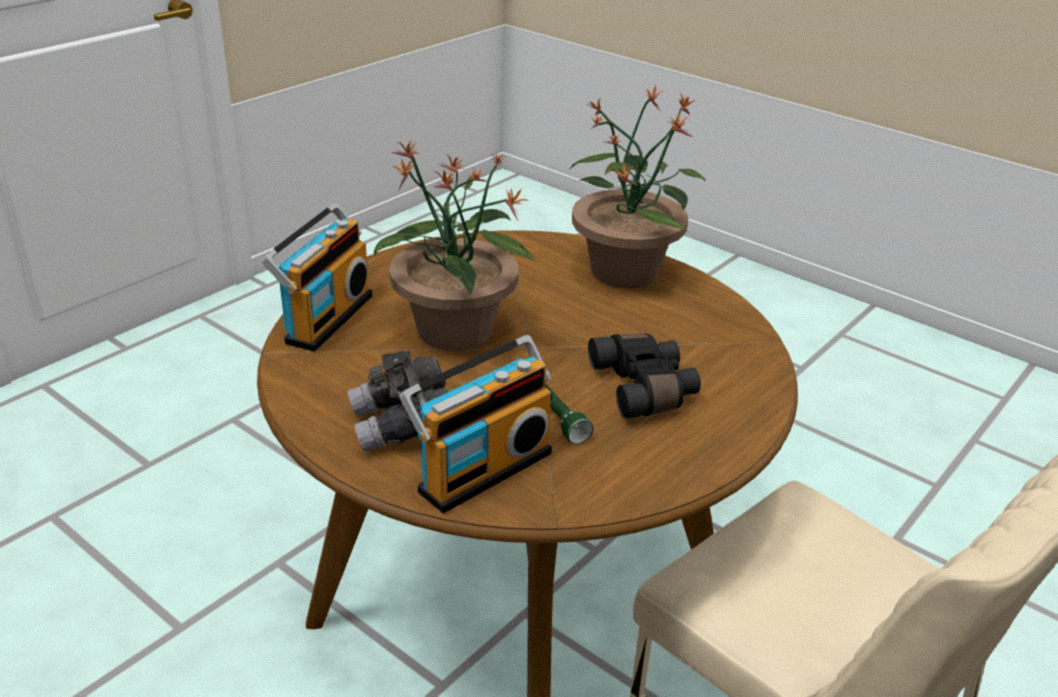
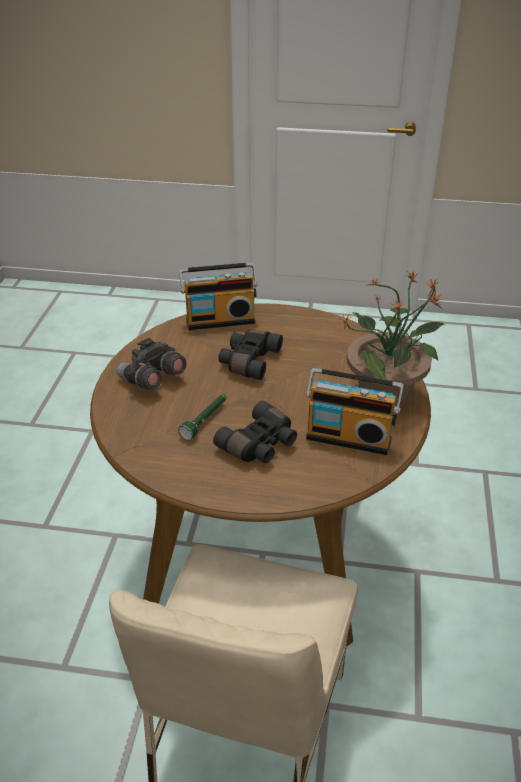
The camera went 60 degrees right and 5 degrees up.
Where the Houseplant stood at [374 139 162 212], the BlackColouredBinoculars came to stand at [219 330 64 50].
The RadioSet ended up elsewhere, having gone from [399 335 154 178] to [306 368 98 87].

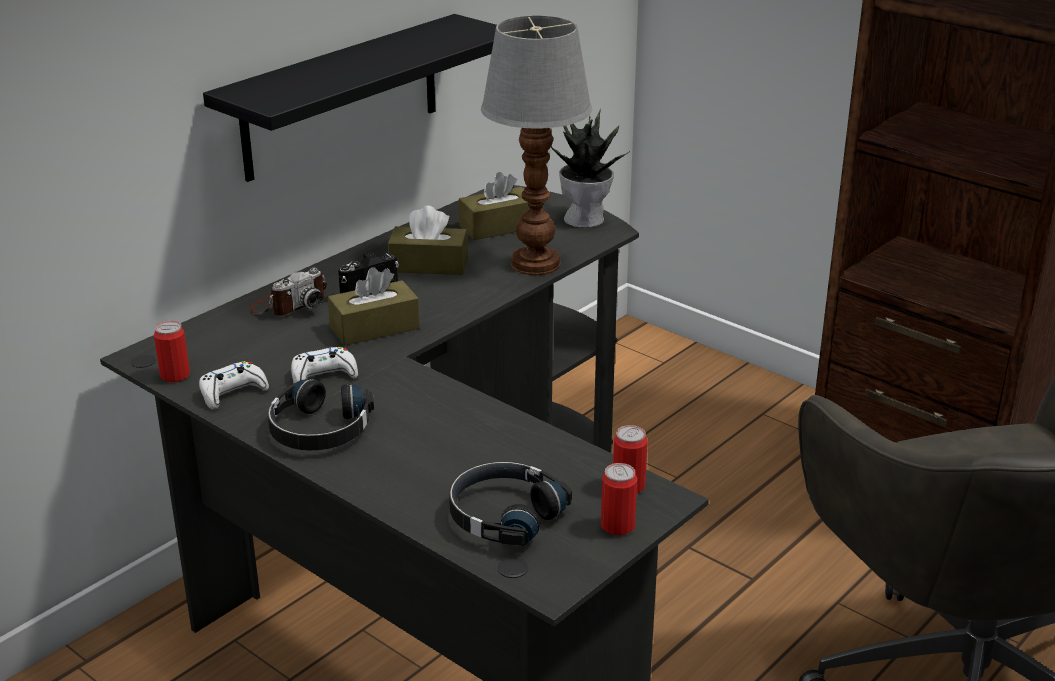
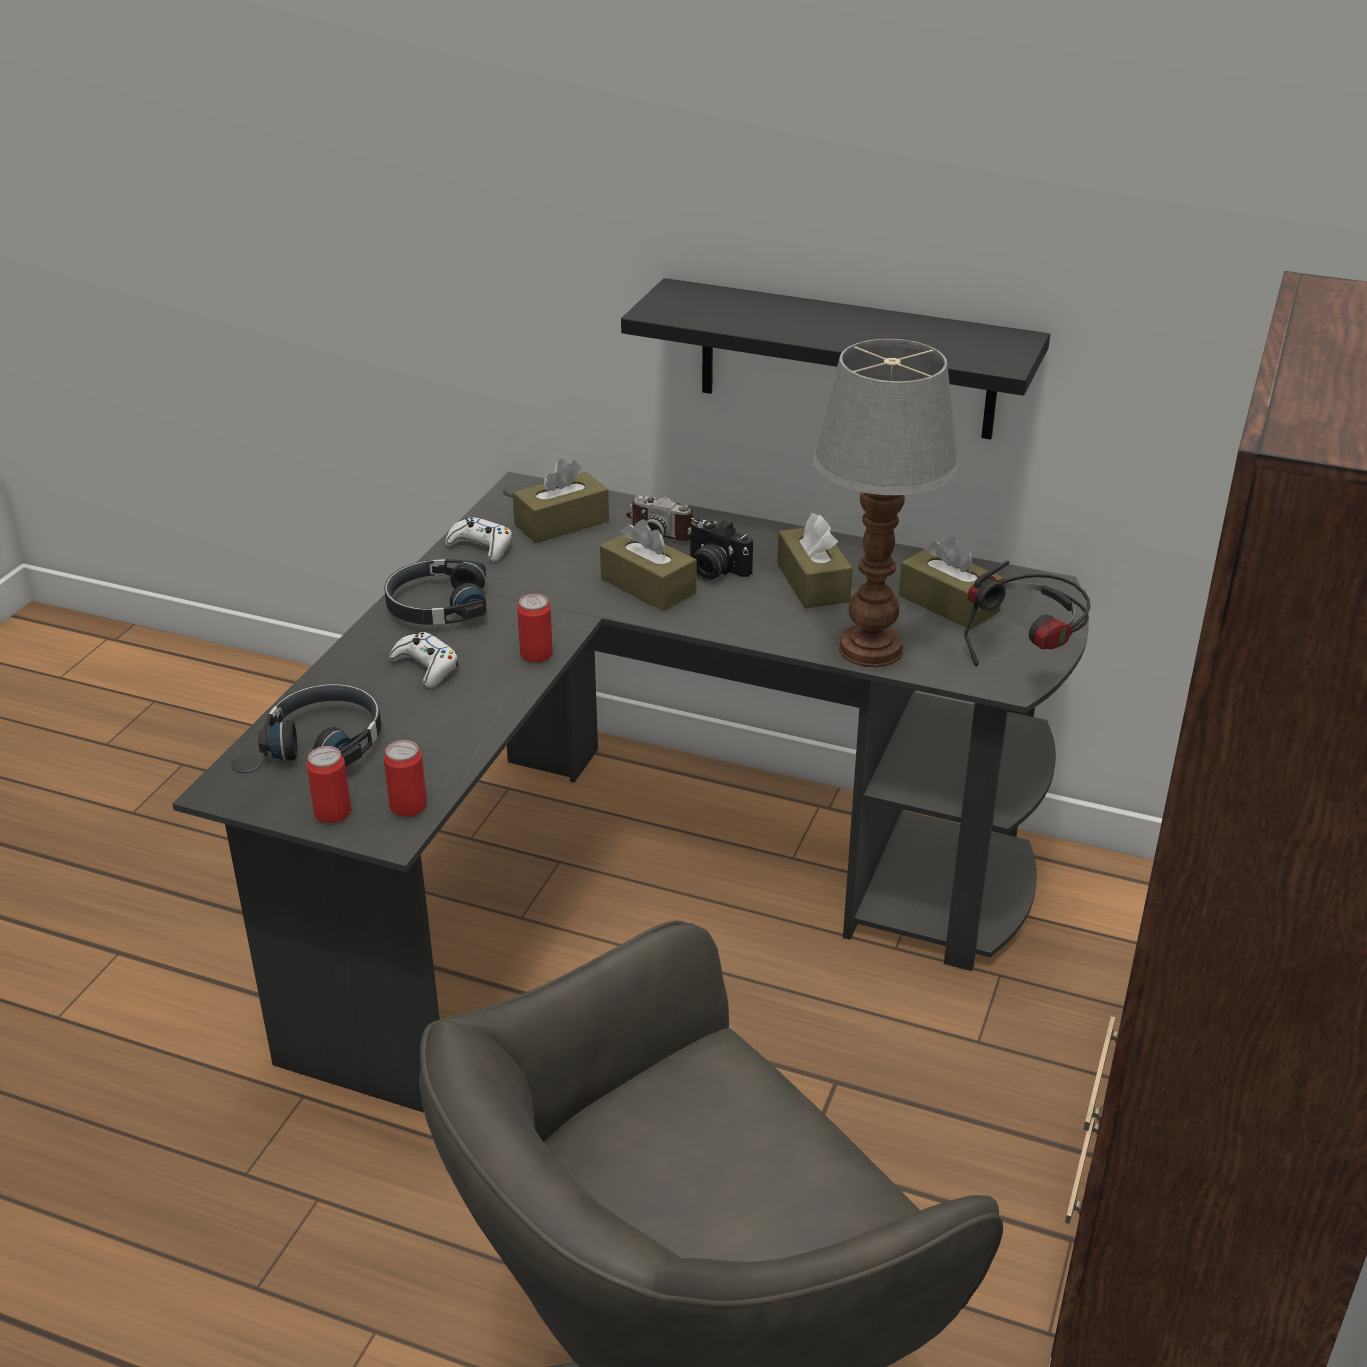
The camera went 70 degrees right and 5 degrees up.
The WhitishGameController ended up elsewhere, having gone from [291 347 67 36] to [389 632 69 56].
The second view gained the BrownBoxOfTissues at [513 459 96 84].
The SealedCan ended up elsewhere, having gone from [154 321 36 61] to [517 594 36 68].
Where the Houseplant stood at [551 107 80 121], the Headset came to stand at [964 561 127 105].

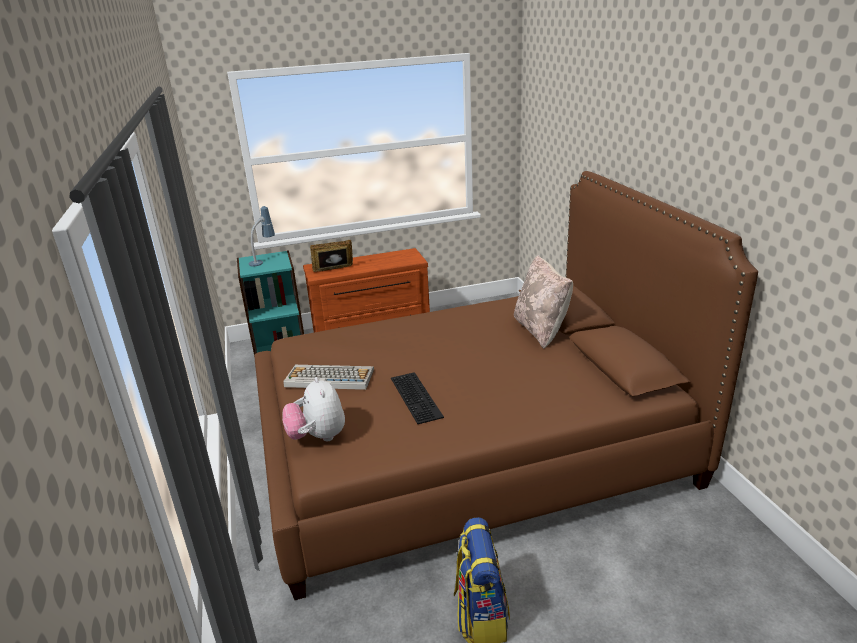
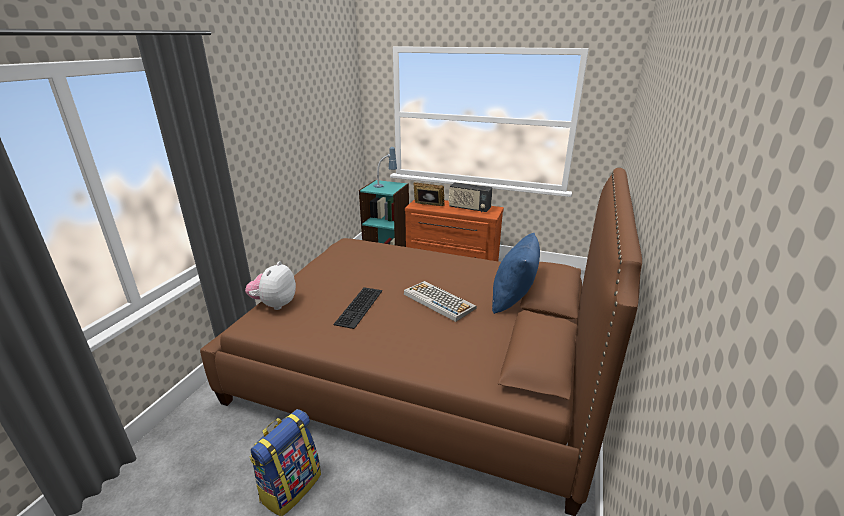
The camera went 35 degrees right and 0 degrees up.
The ComputerKeyboard ended up elsewhere, having gone from [283 365 91 25] to [404 281 73 41].
The second view gained the RadioSet at [449 182 44 30].
What was the SandColouredCushion at [514 255 59 94] turned into the BluishCushion at [492 233 48 81].

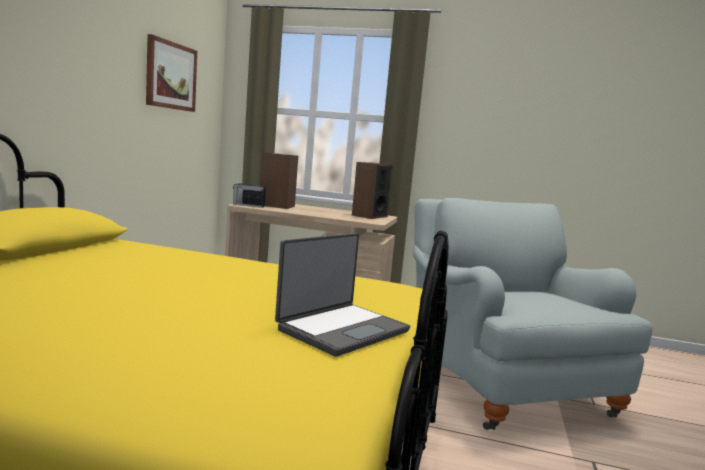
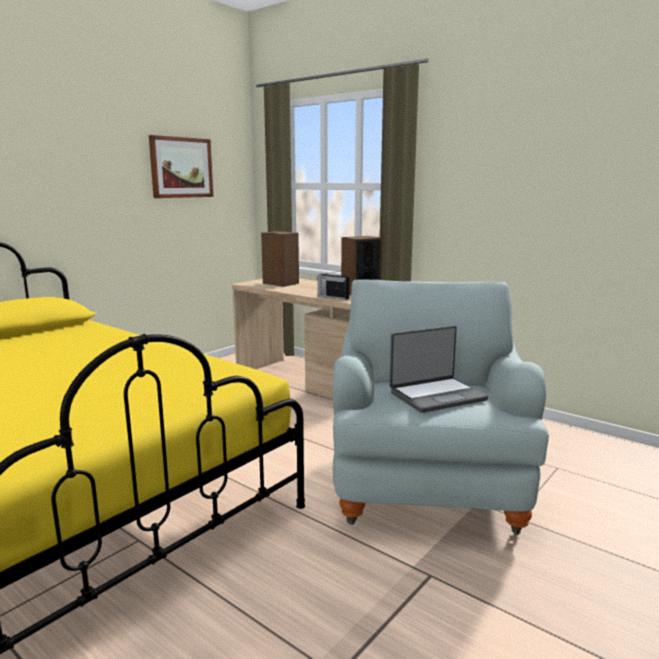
The camera went 25 degrees right and 5 degrees up.
The RadioSet ended up elsewhere, having gone from [233 180 33 28] to [317 270 32 30].
The PortableComputer ended up elsewhere, having gone from [275 233 135 124] to [389 326 99 87].

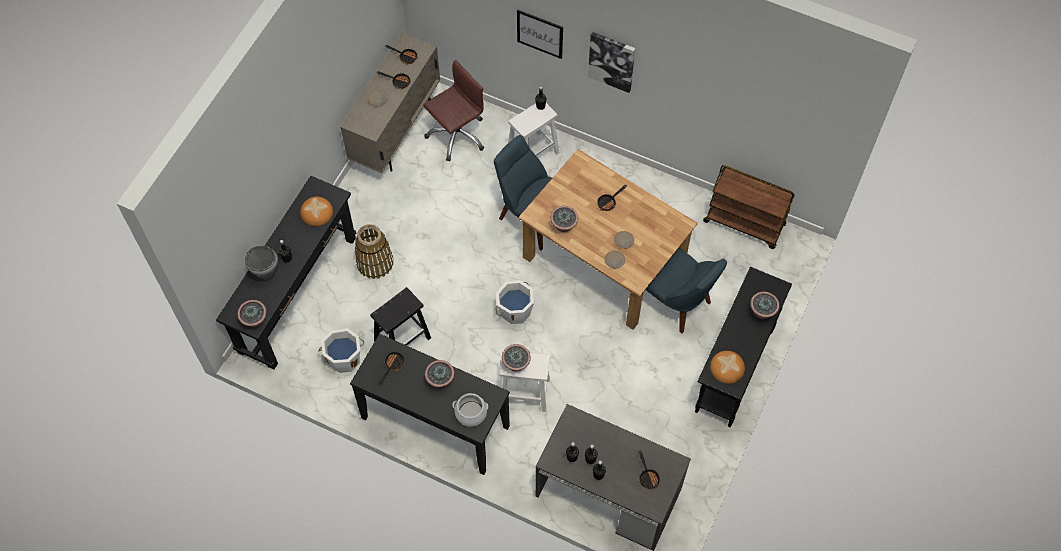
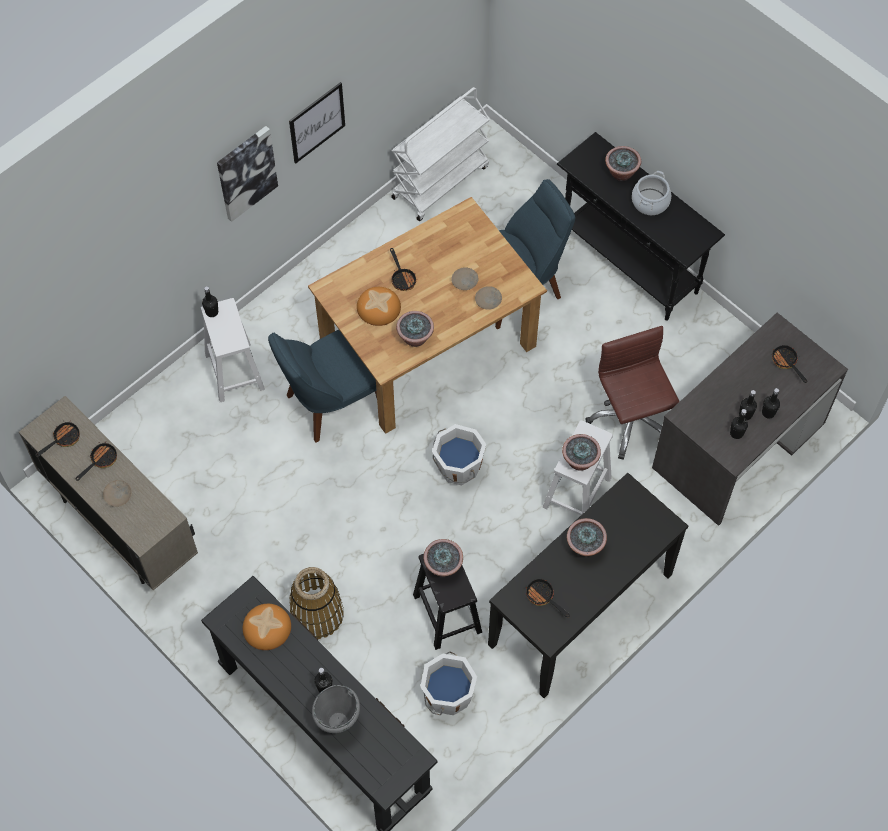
The camera went 70 degrees left and 0 degrees up.
The Picture ended up elsewhere, having gone from [517 9 46 50] to [289 82 56 81].
The Bread ended up elsewhere, having gone from [710 351 35 33] to [357 287 44 39].
What was the BrownWheeledCart at [703 165 92 84] turned into the WhitishWheeledCart at [391 87 99 134].
The Houseplant ended up elsewhere, having gone from [237 300 30 27] to [423 539 40 38].
The BrownComputerChair ended up elsewhere, having gone from [423 60 61 101] to [585 326 95 134].
The CookingPot ended up elsewhere, having gone from [452 393 36 34] to [632 171 39 44].
The Skillet at [638 451 23 38] ended up facing another way, 120 degrees counterclockwise from before.

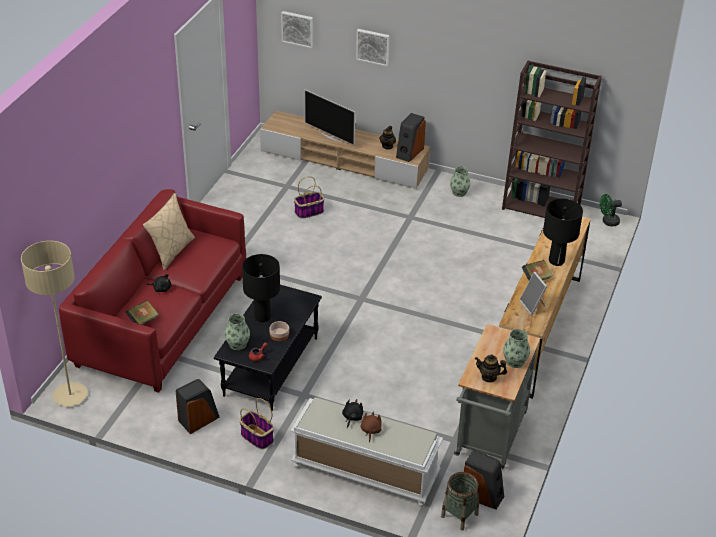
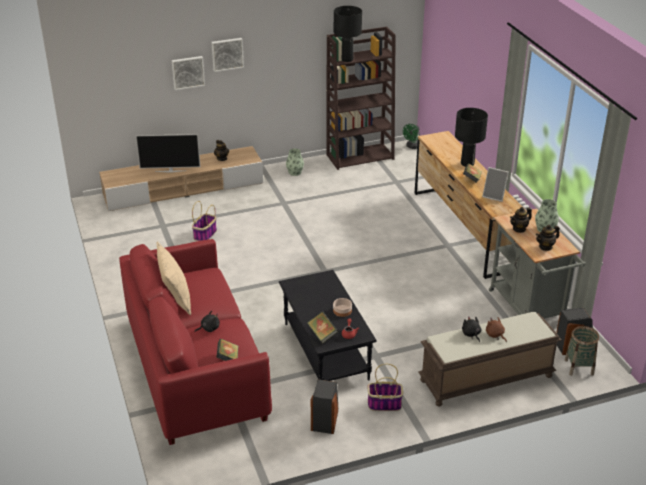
The camera went 40 degrees left and 5 degrees down.
The Picture ended up elsewhere, having gone from [281 11 32 37] to [212 38 32 34].
Where the Vase stood at [225 313 25 37], the BoundBook came to stand at [308 311 30 32].
The BlackColouredTableLamp ended up elsewhere, having gone from [242 254 38 68] to [334 6 28 56].
What was the WhitishLongSeat at [290 398 153 109] turned into the BrownLongSeat at [419 312 142 95].
The second view gained the Teapot at [510 207 22 26].
The second view lost the SandColouredStandingLamp at [21 241 67 166].
The second view lost the AudioSpeaker at [396 113 30 49].

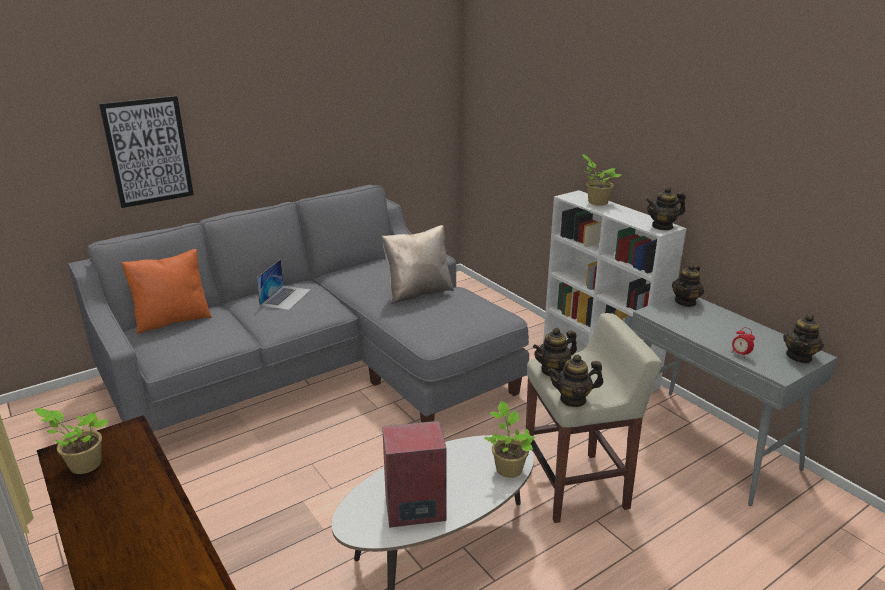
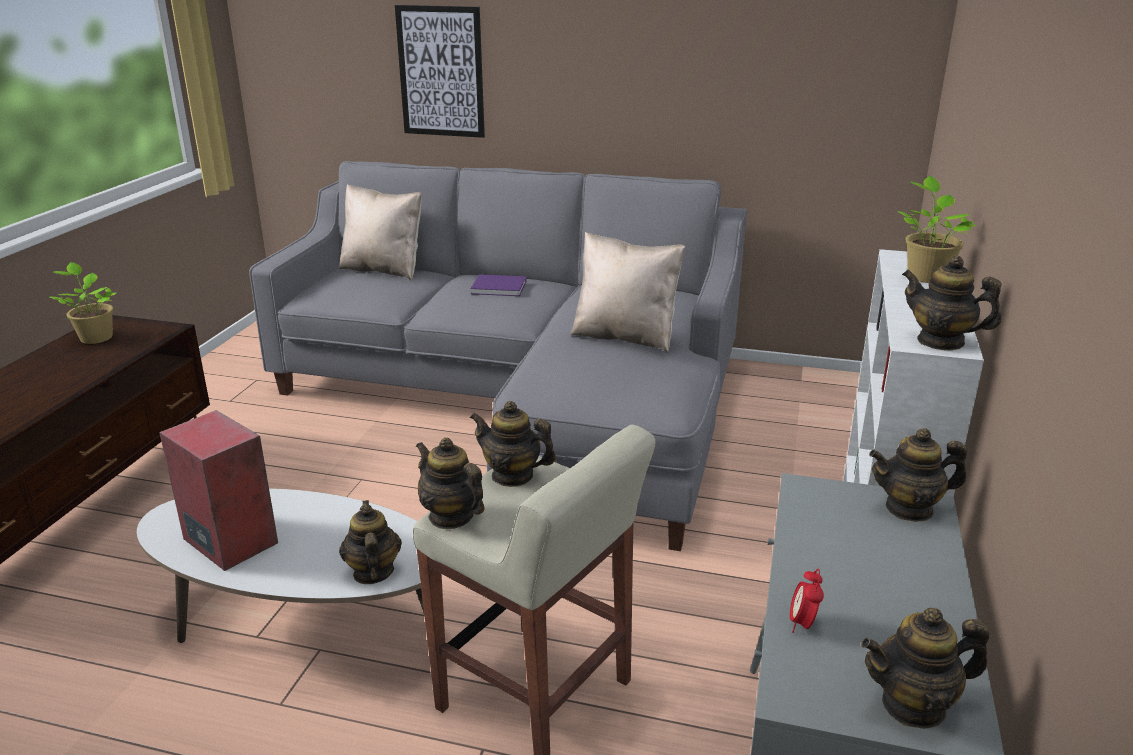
The camera went 50 degrees right and 0 degrees up.
What was the OrangeyCushion at [121 249 91 85] turned into the SandColouredCushion at [339 184 83 96].
Where the Houseplant stood at [484 401 51 77], the Teapot came to stand at [339 500 63 84].
Where the PortableComputer stood at [256 259 55 51], the PurplishBoundBook came to stand at [471 274 55 22].

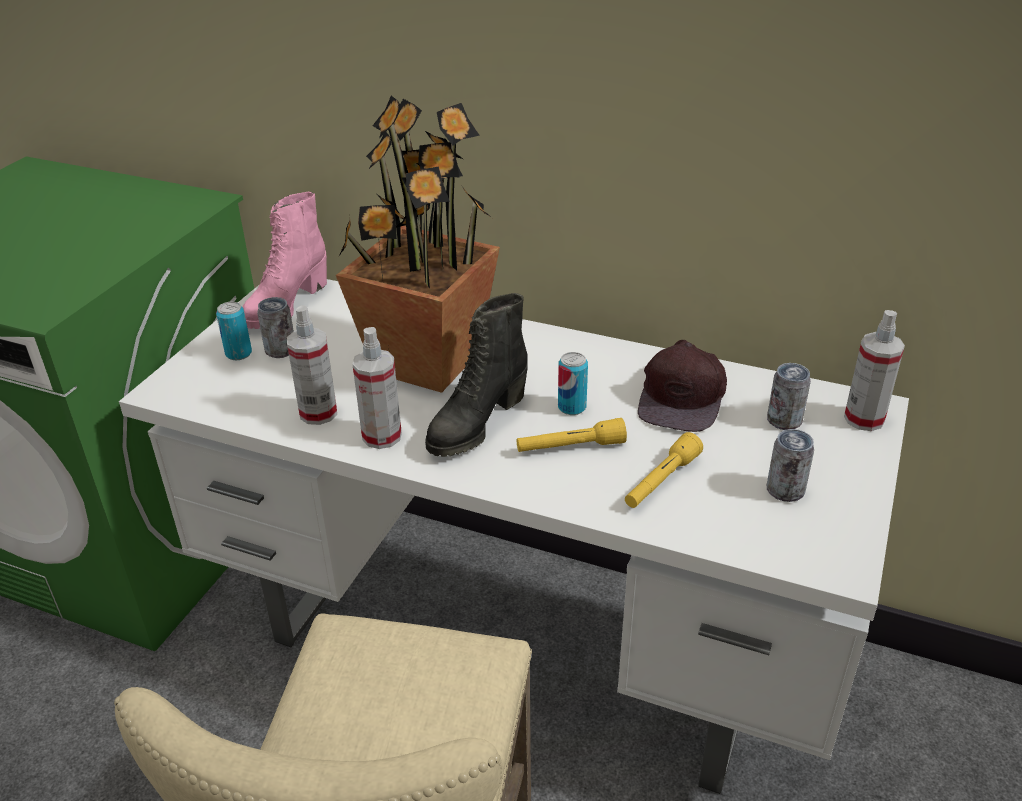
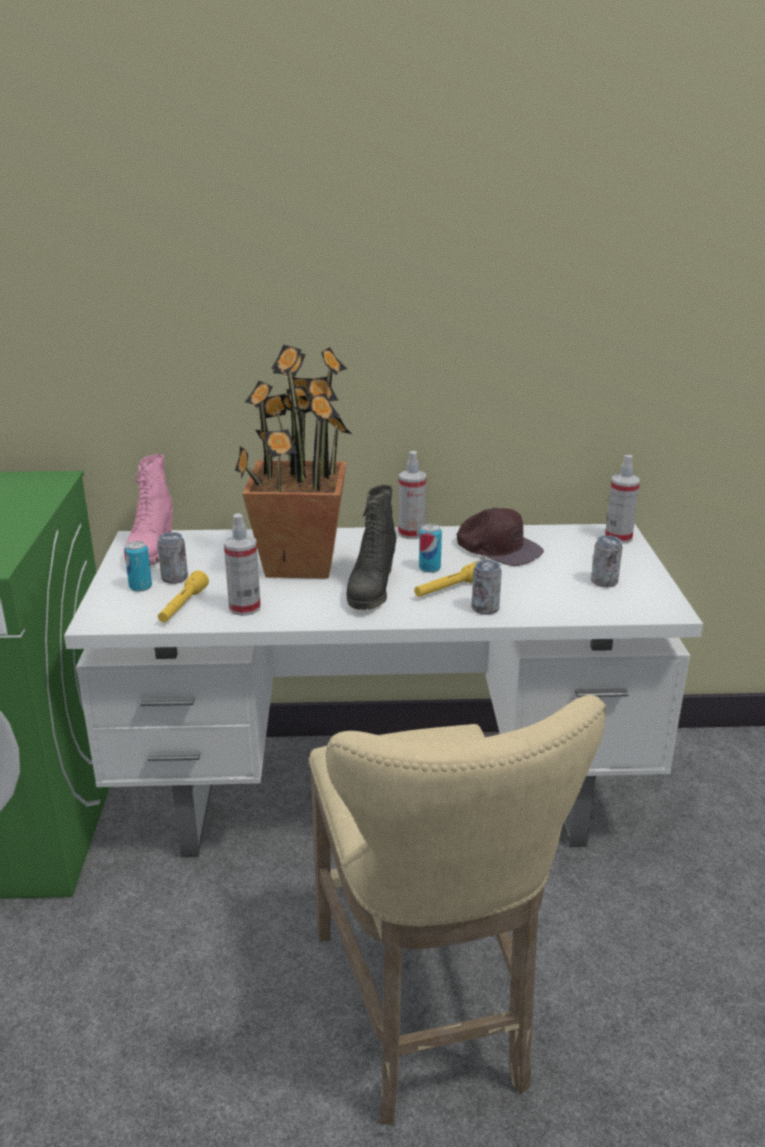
The camera went 25 degrees left and 10 degrees down.
The YellowFlashlight ended up elsewhere, having gone from [625 432 78 76] to [158 571 51 51].
The HandSprayer ended up elsewhere, having gone from [352 327 50 122] to [398 451 28 88].
The BrownPeakedCap at [638 340 89 92] ended up facing another way, 45 degrees counterclockwise from before.
The SealedCan ended up elsewhere, having gone from [767 363 44 67] to [471 560 31 55].

